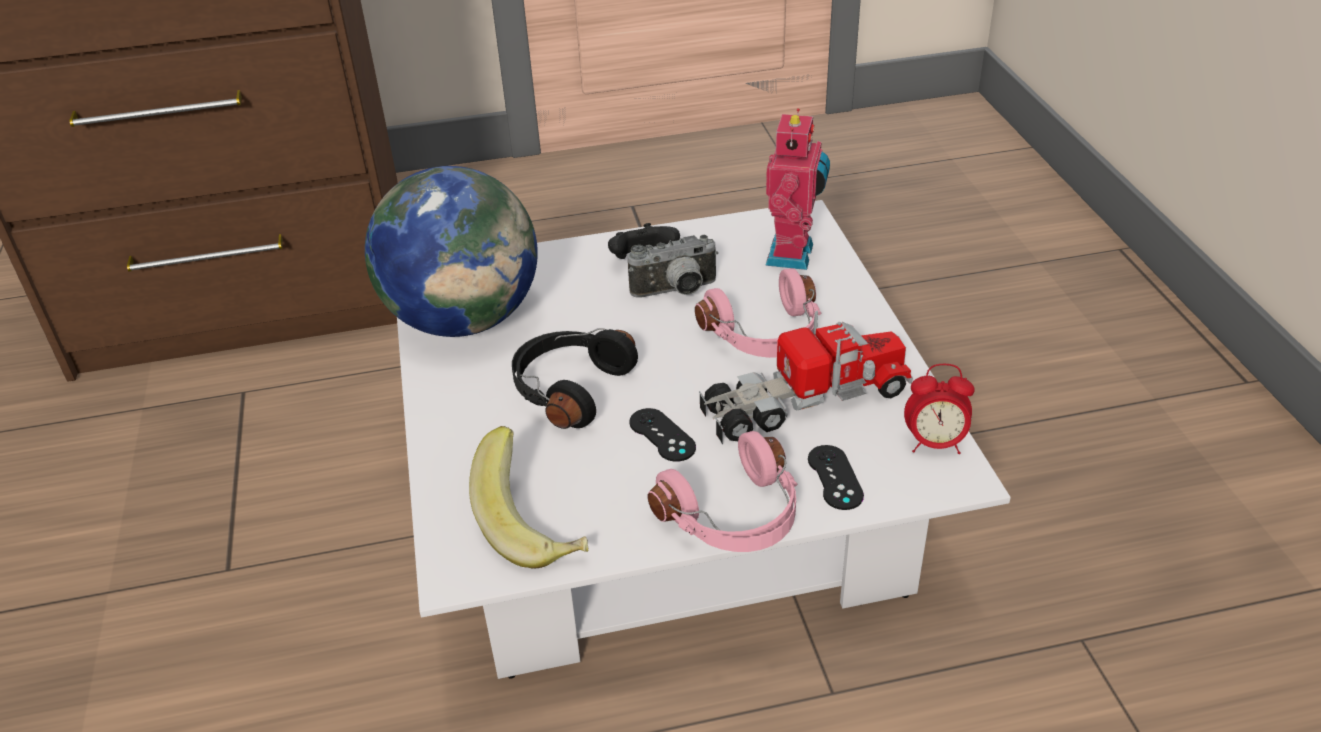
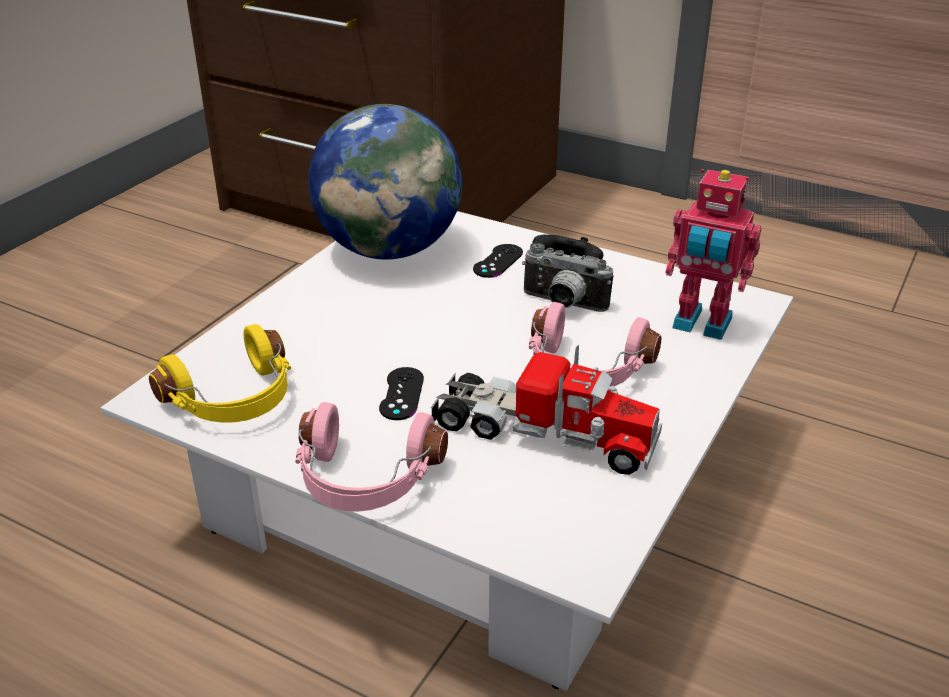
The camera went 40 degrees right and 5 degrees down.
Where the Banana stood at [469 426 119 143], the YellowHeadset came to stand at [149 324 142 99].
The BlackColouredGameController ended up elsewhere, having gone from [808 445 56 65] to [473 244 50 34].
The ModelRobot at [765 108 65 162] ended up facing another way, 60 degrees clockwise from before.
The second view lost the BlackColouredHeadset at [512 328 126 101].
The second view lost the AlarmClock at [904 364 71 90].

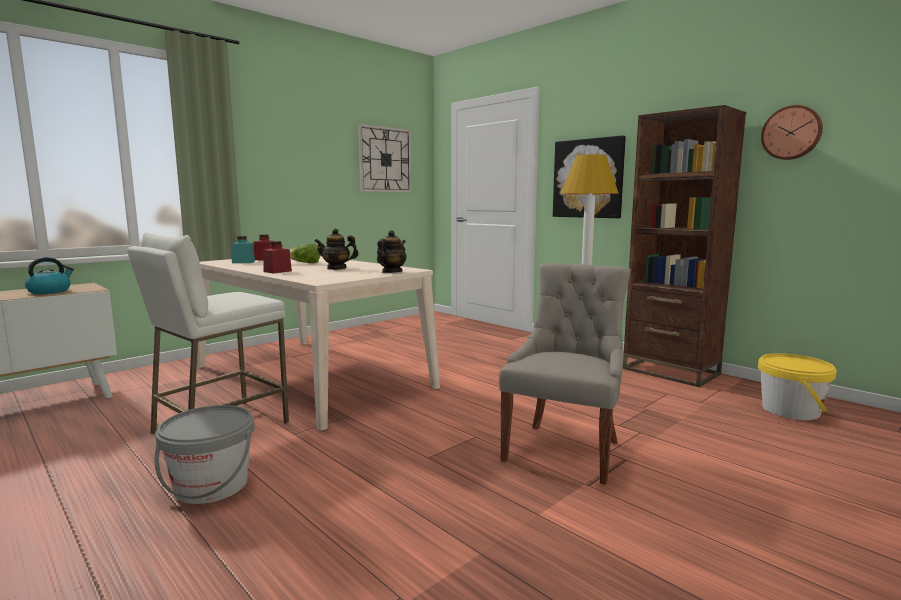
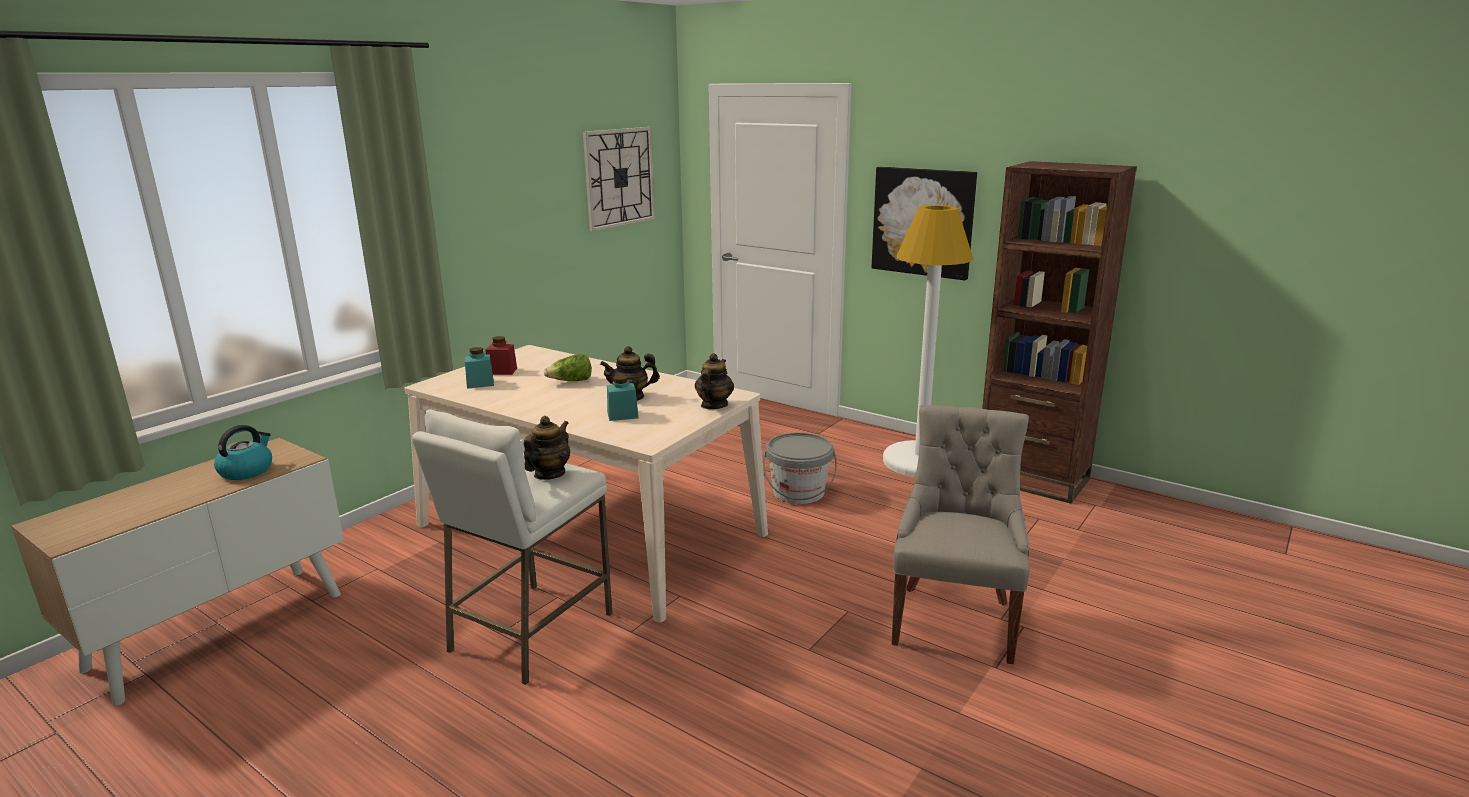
The camera went 10 degrees left and 10 degrees up.
The second view gained the Teapot at [524 416 46 64].
The second view gained the TurquoisePreserveJar at [607 375 31 46].
The GreyWaterBucket ended up elsewhere, having gone from [155 405 100 99] to [763 432 74 72].
The second view lost the RedPreserveJar at [263 241 29 32].
The second view lost the YellowWaterBucket at [758 353 79 68].
The second view lost the HangingClock at [761 105 62 55].

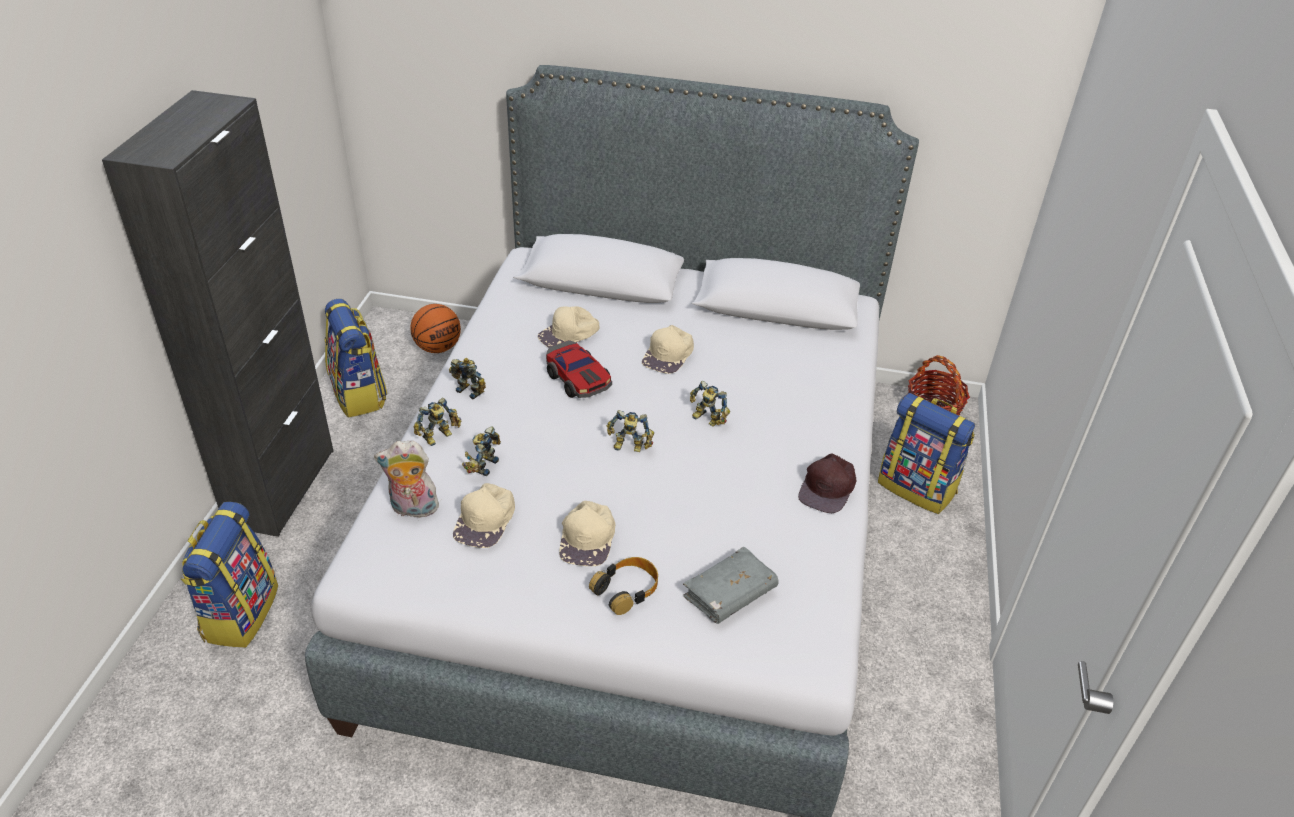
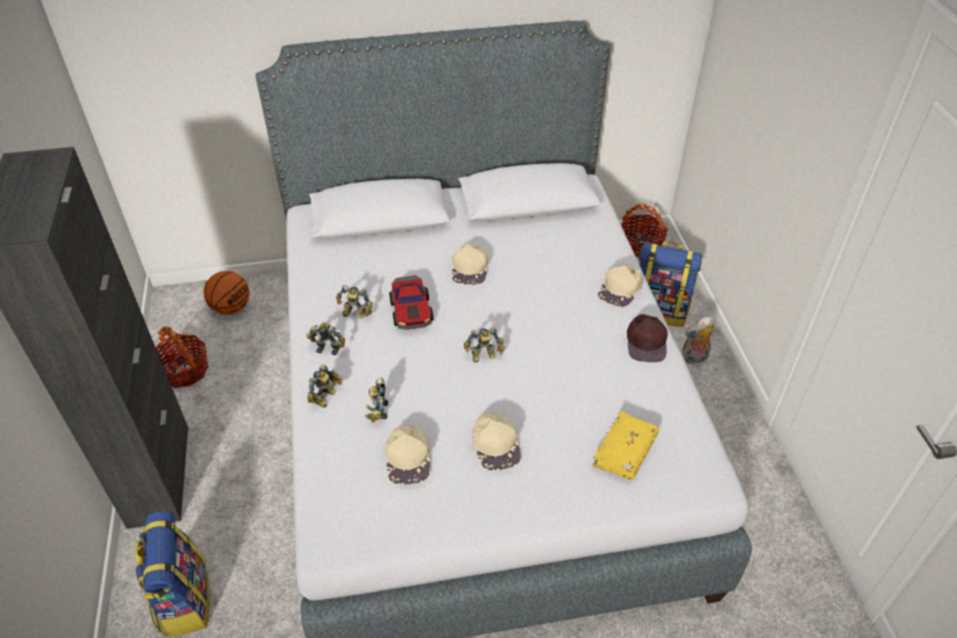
The camera went 20 degrees left and 5 degrees up.
Where the Rucksack stood at [325 299 62 119], the HouseholdBasket came to stand at [156 326 52 62].
The ModelRobot ended up elsewhere, having gone from [690 381 40 45] to [336 285 37 34].
The ModelCar at [546 340 66 58] ended up facing another way, 45 degrees clockwise from before.
What was the GreyBoundBook at [683 547 96 77] turned into the YellowBoundBook at [593 411 66 69].
The SandColouredPeakedCap ended up elsewhere, having gone from [538 306 62 42] to [598 263 45 44].
The CuddlyToy ended up elsewhere, having gone from [374 441 67 77] to [682 316 32 48].
The second view lost the Headset at [589 557 69 58].

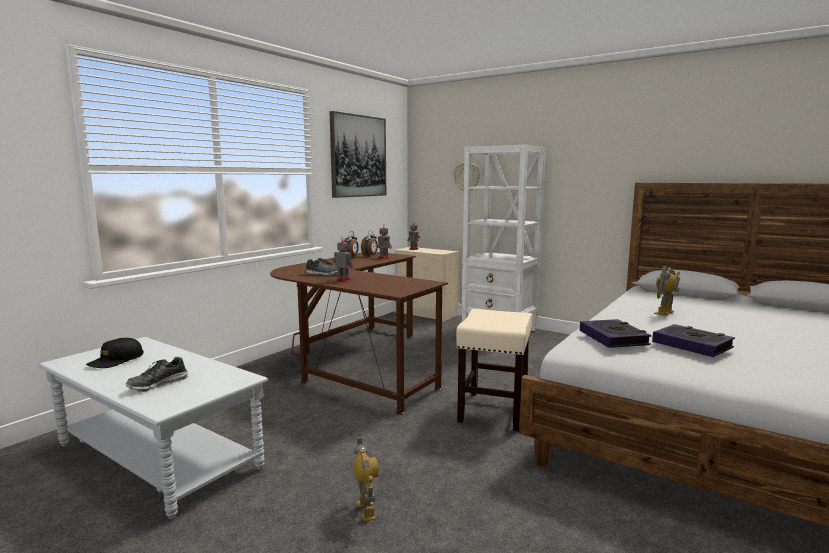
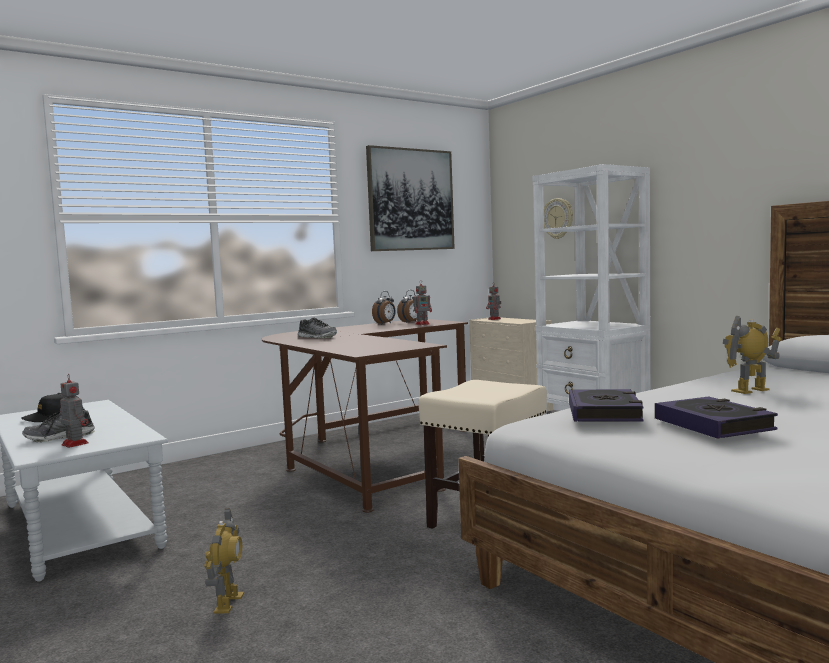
The camera went 20 degrees right and 5 degrees down.
The ModelRobot ended up elsewhere, having gone from [332 239 21 43] to [60 375 28 73].

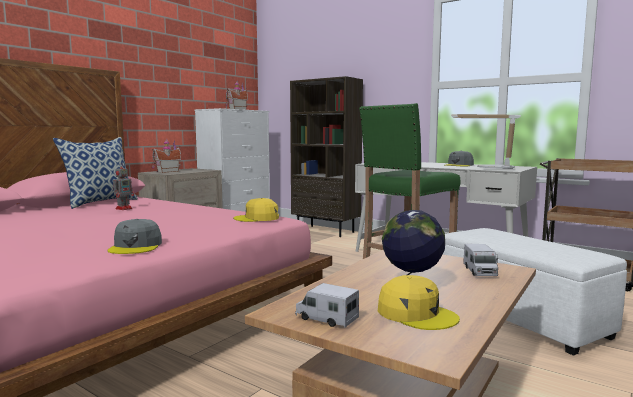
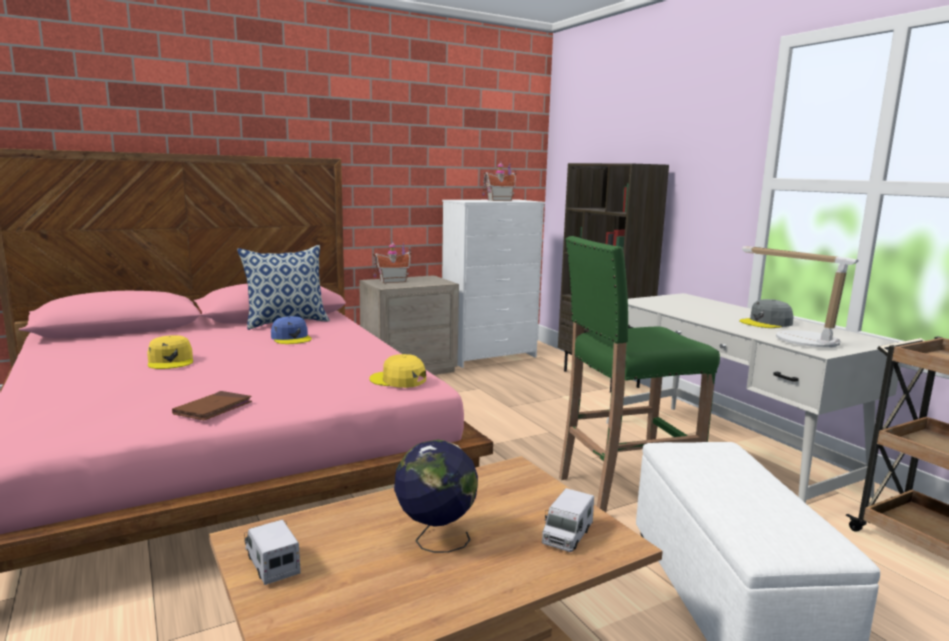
The camera went 25 degrees right and 5 degrees up.
The YellowPeakedCap ended up elsewhere, having gone from [378 275 82 55] to [147 335 46 34].
Where the GreyPeakedCap stood at [108 219 54 35], the BrownBoundBook came to stand at [172 391 80 29].
Where the ModelRobot stood at [113 163 21 47], the BluishPeakedCap came to stand at [271 316 41 28].

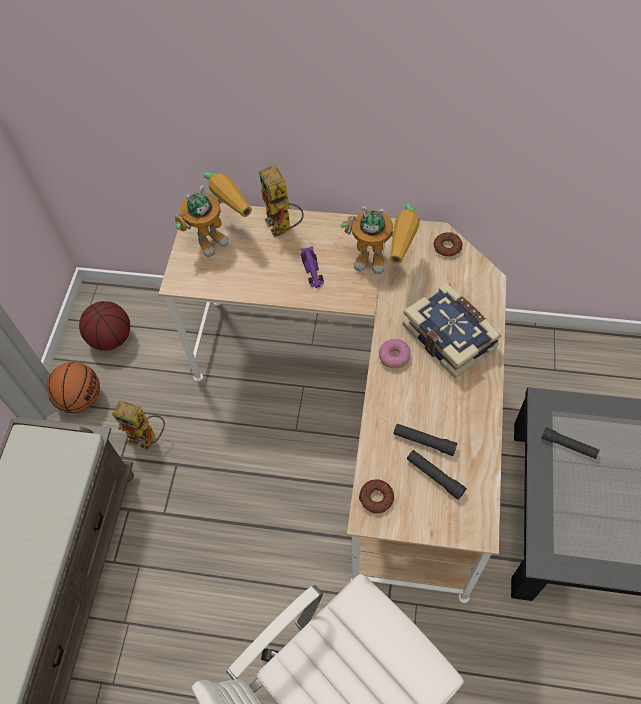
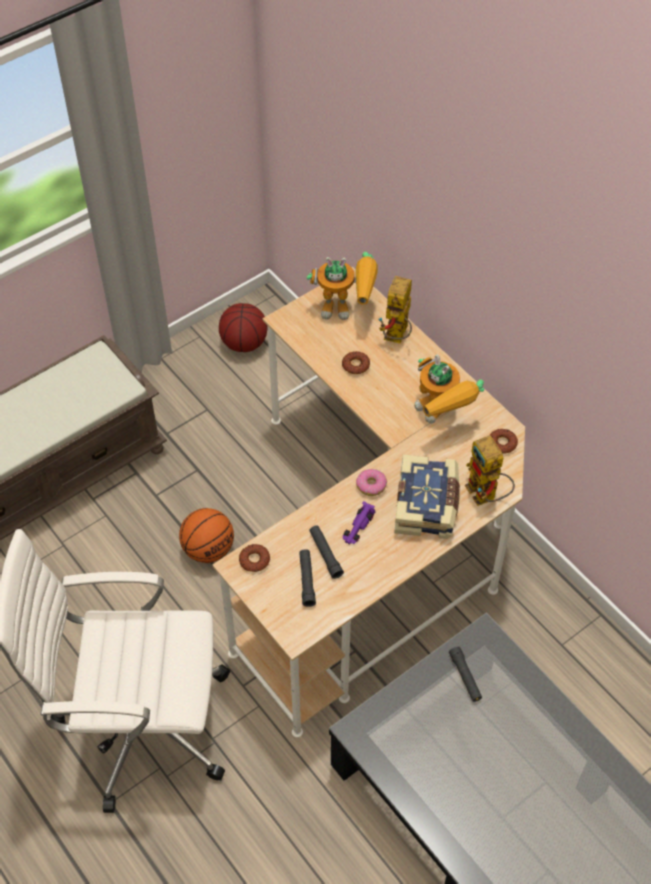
The camera went 40 degrees right and 5 degrees down.
The Basketball ended up elsewhere, having gone from [46 362 54 51] to [179 508 55 55].
The second view gained the Doughnut at [342 351 28 23].
The PurplishModelCar ended up elsewhere, having gone from [301 246 23 42] to [343 501 32 44].
The ModelRobot ended up elsewhere, having gone from [112 400 53 50] to [465 435 50 71].

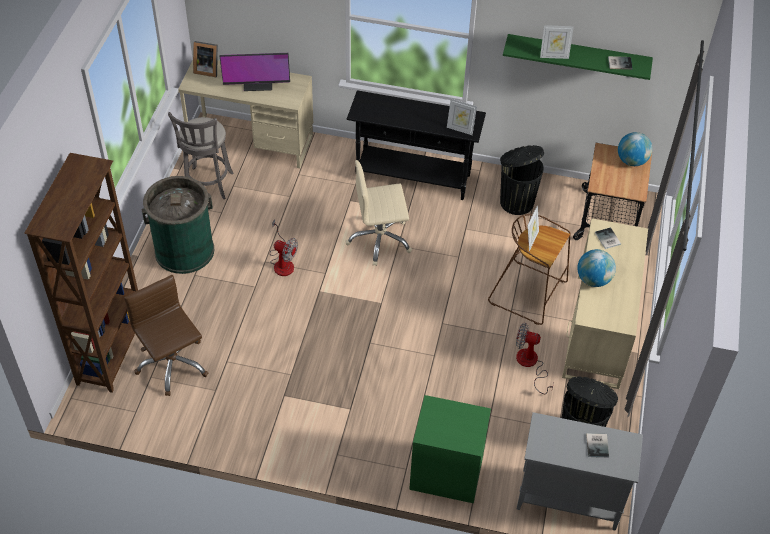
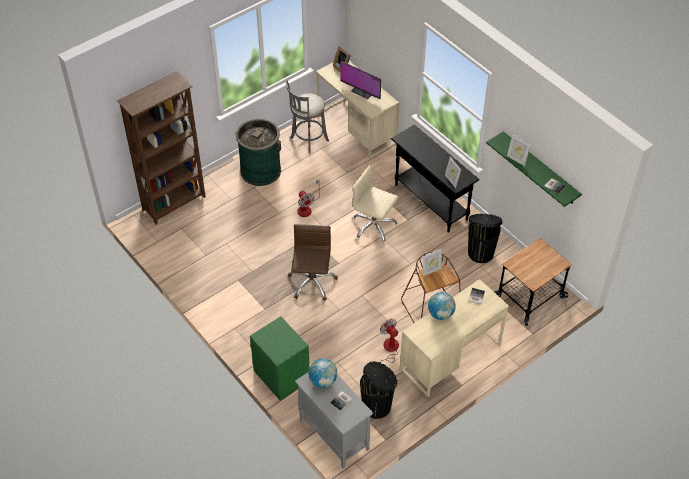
The camera went 40 degrees right and 0 degrees up.
The BrownComputerChair ended up elsewhere, having gone from [124 275 84 121] to [288 224 50 77].
The Globe ended up elsewhere, having gone from [618 132 34 34] to [308 358 29 30].

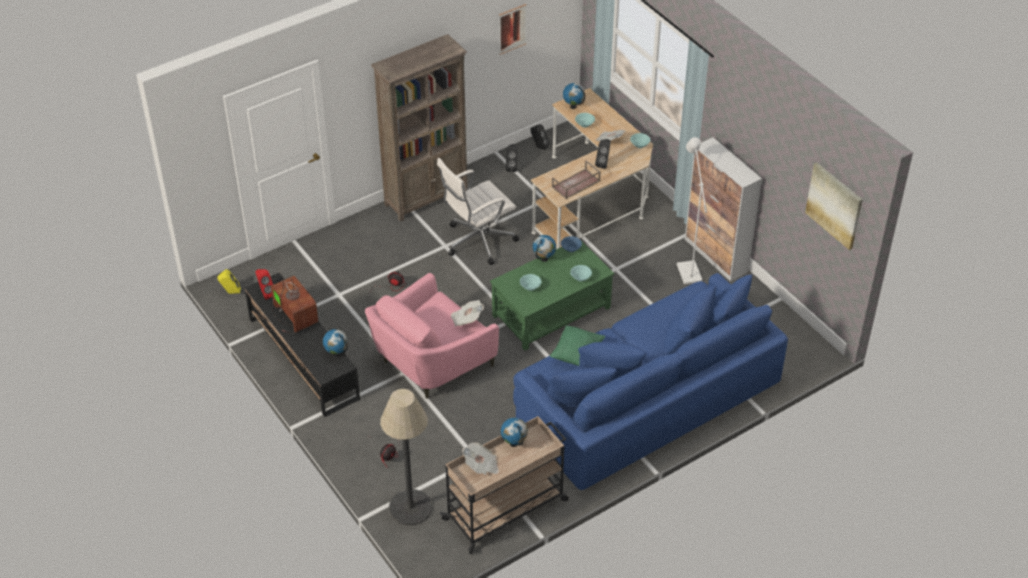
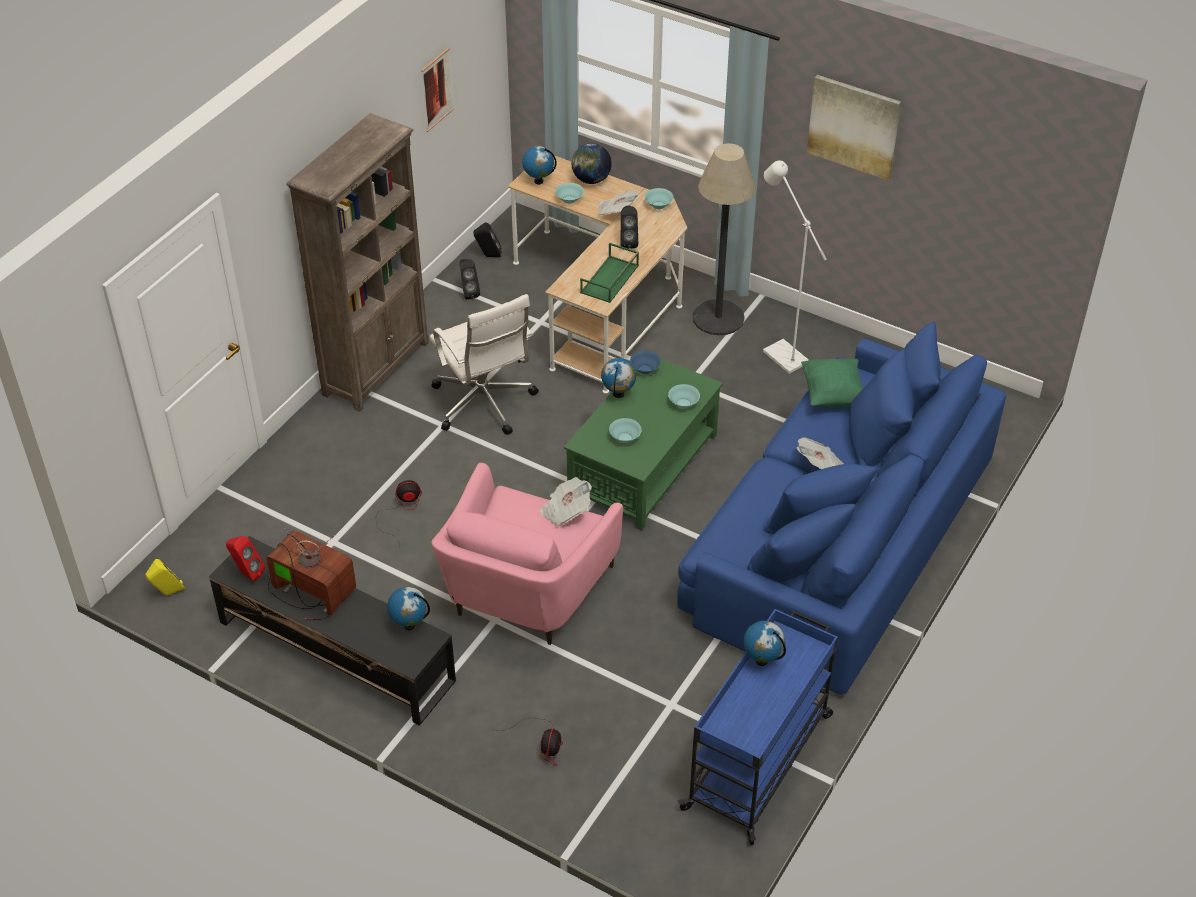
The camera went 25 degrees left and 0 degrees up.
The WhitishComputerChair at [437 158 82 107] ended up facing another way, 60 degrees counterclockwise from before.
The second view gained the Globe at [572 143 40 41].
What was the BrownTray at [552 160 48 39] turned into the GreenColouredTray at [580 243 59 60].
What was the SandColouredWheeledCart at [440 416 129 138] turned into the BluishWheeledCart at [678 609 160 236].
The StandingLamp ended up elsewhere, having gone from [380 389 52 136] to [693 143 63 192].
The PrintedPaper ended up elsewhere, having gone from [462 442 37 33] to [796 437 48 32].
The GreenColouredCushion ended up elsewhere, having gone from [550 325 55 41] to [801 359 62 48].
The Picture ended up elsewhere, having gone from [805 163 58 87] to [807 75 94 105].
The second view lost the Cupboard at [685 137 77 144].

